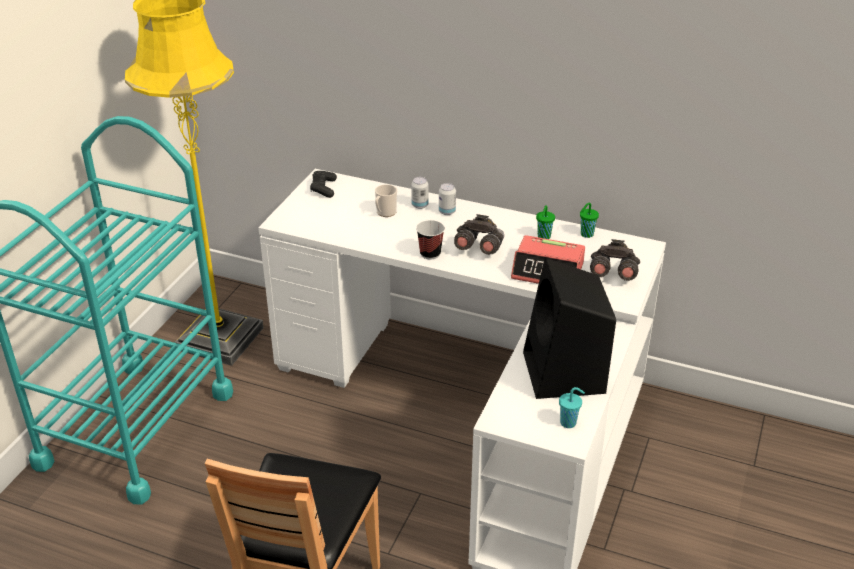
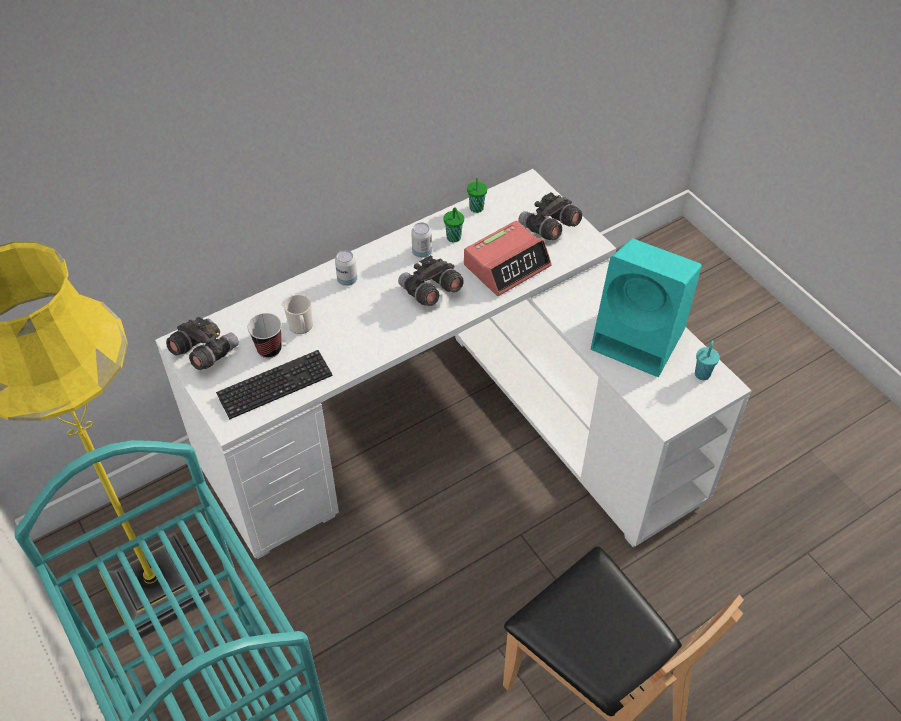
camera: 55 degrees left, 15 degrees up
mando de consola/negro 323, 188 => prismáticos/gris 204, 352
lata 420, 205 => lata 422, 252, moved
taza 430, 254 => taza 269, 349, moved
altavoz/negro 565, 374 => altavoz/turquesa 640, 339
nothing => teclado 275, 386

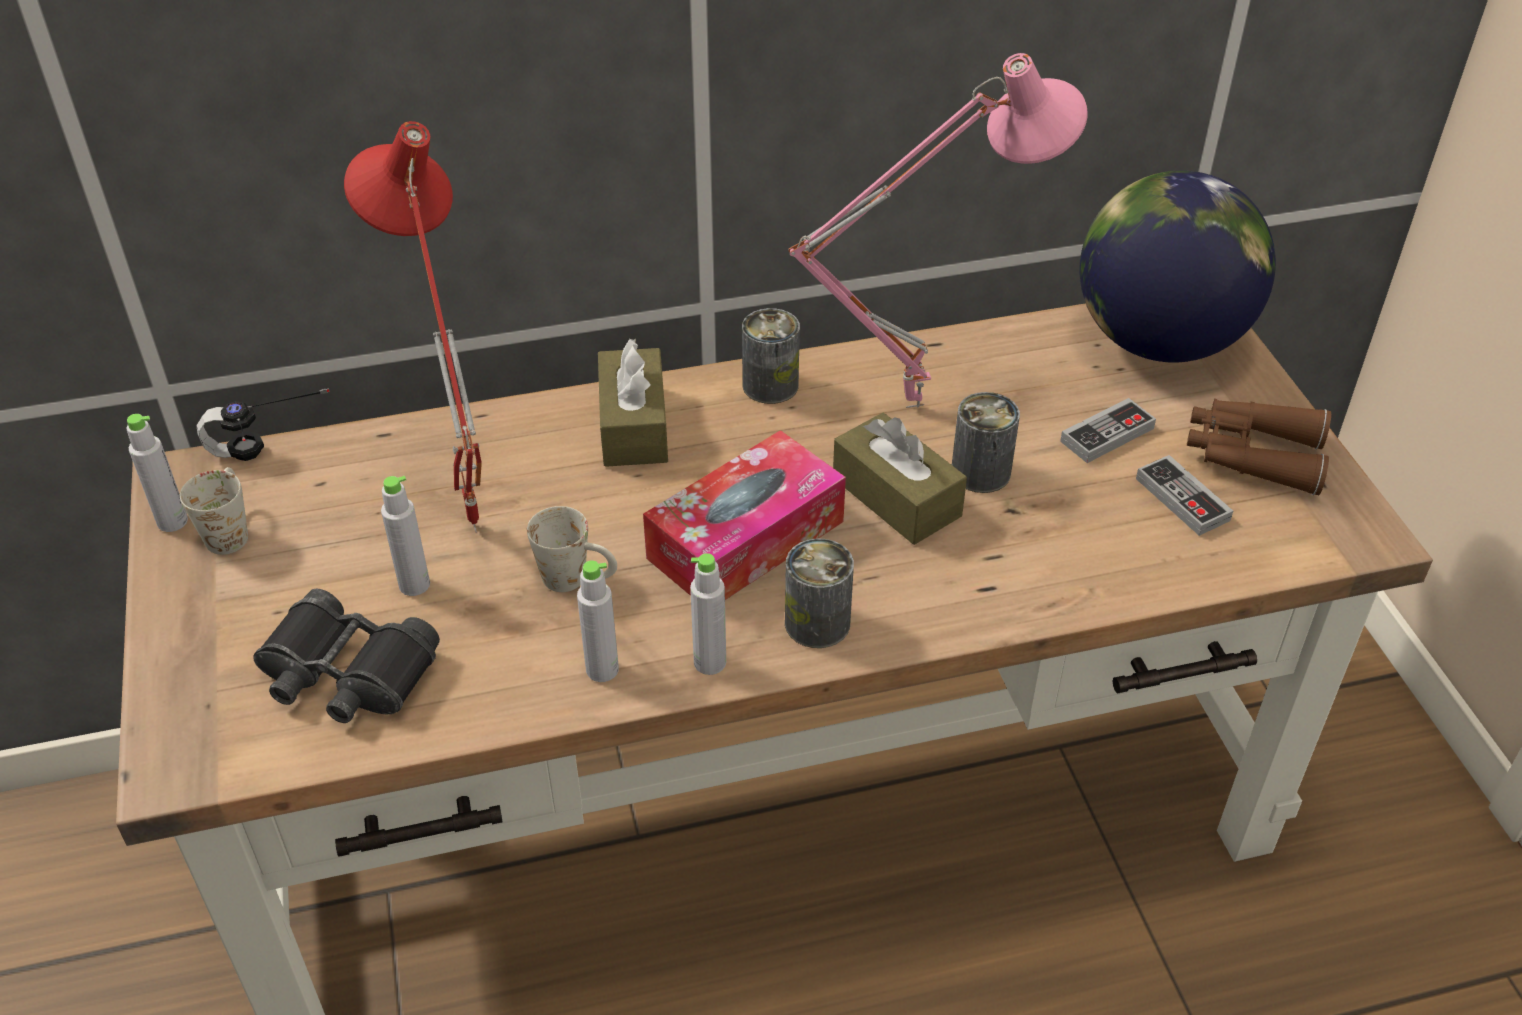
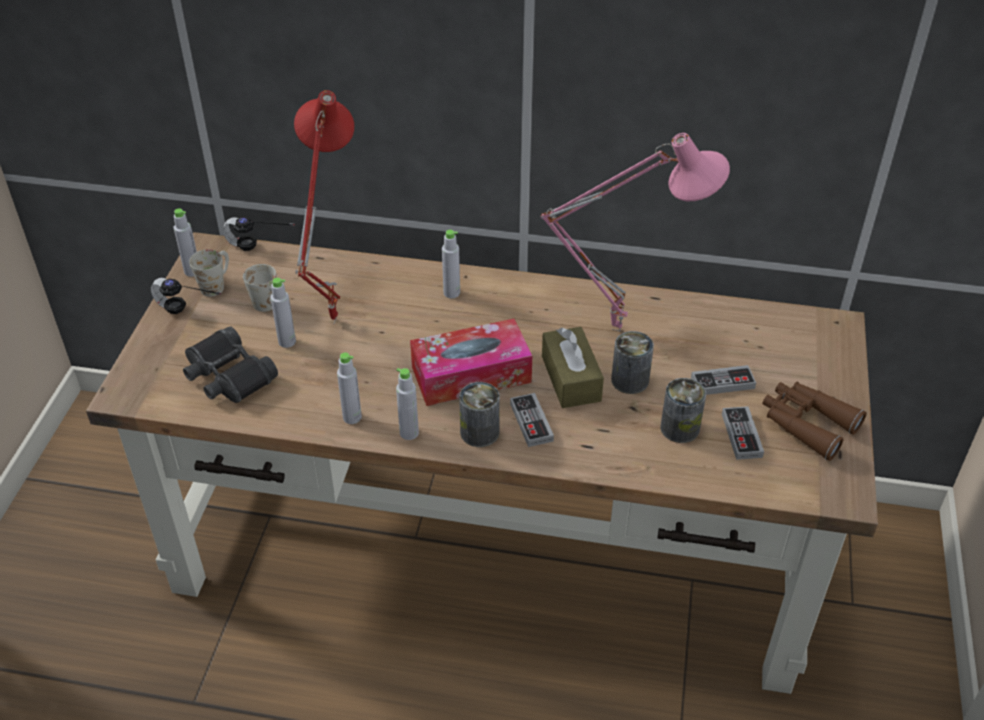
camera: 25 degrees right, 0 degrees up
taza grande/blanco 578, 579 => taza grande/blanco 270, 307, moved
caja de pañuelos/marrón 634, 426 => botella/gris 451, 293
lata 770, 385 => lata 679, 428, moved
globo terráqueo 1158, 341 => nothing
nothing => auriculares 182, 318
nothing => mando de consola 531, 422

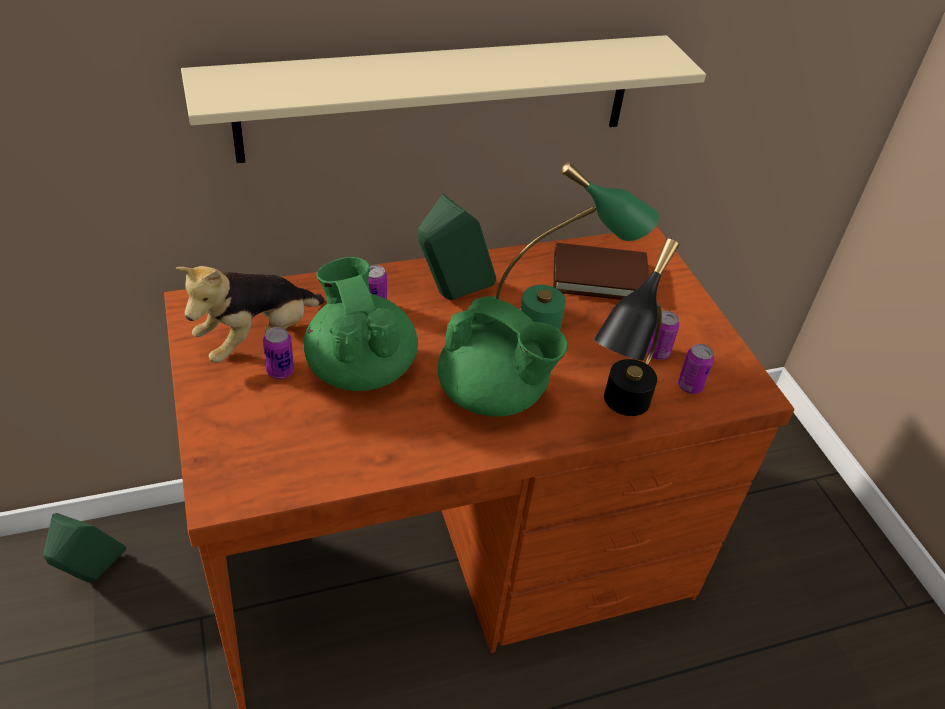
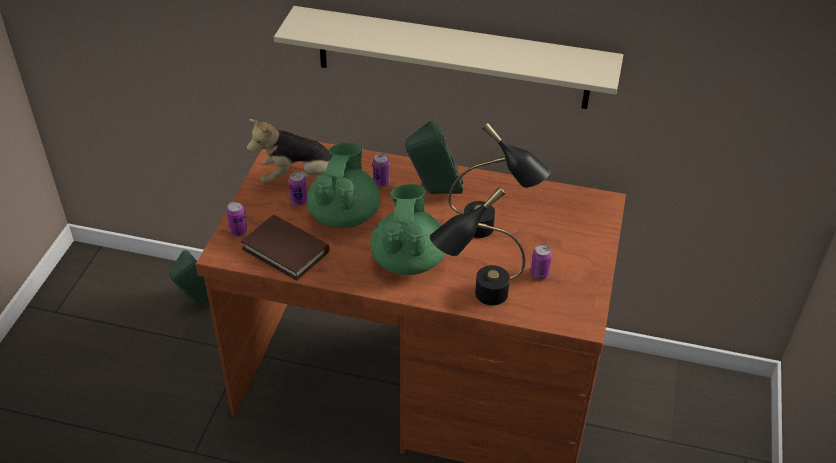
camera: 35 degrees right, 0 degrees up
tetera/verde 493, 396 => tetera/verde 408, 259, 150 degrees counterclockwise
lámpara de mesa/verde 561, 321 => lámpara de mesa/negro 492, 232
libro/marrón 599, 277 => libro/marrón 286, 250, moved
lata 689, 386 => lata 238, 231, moved

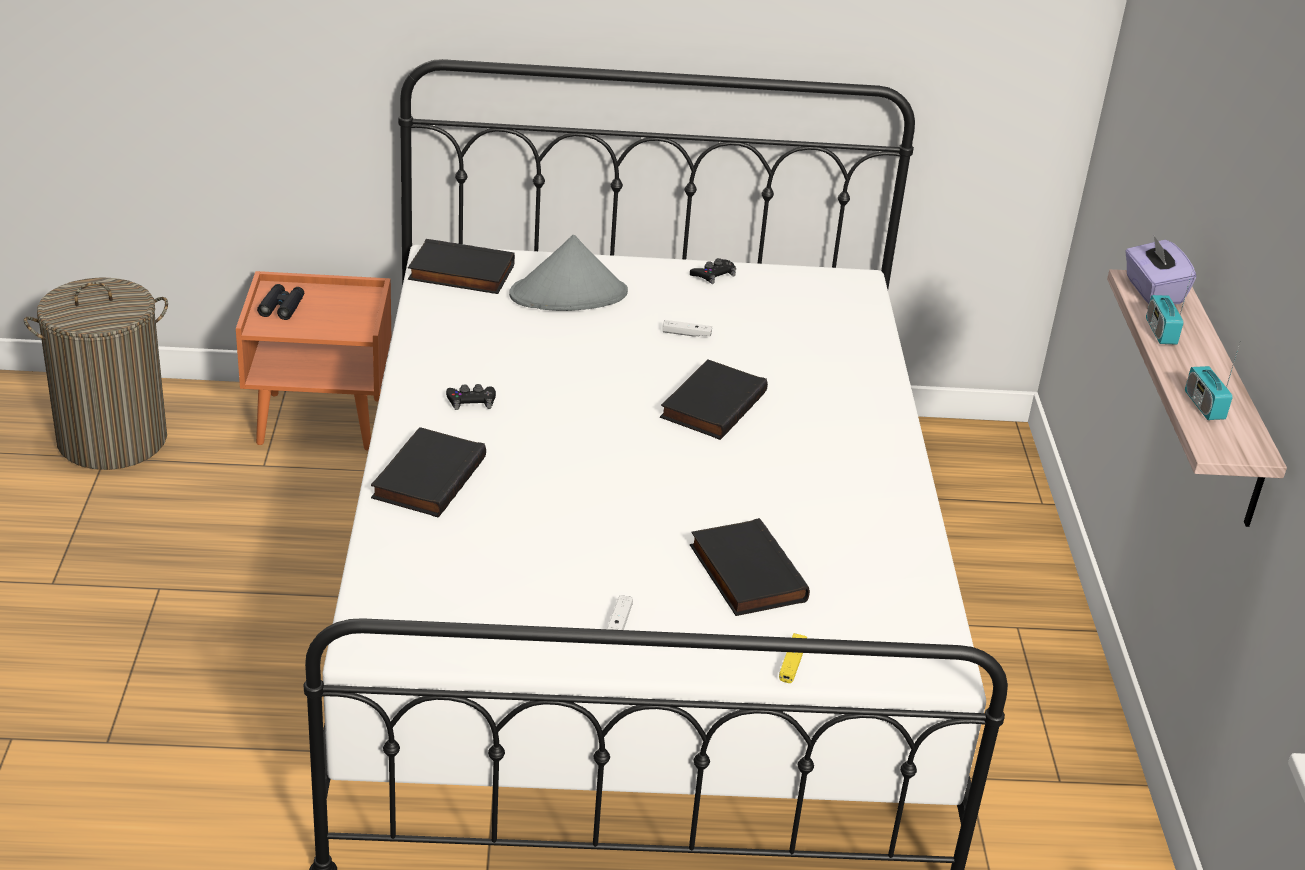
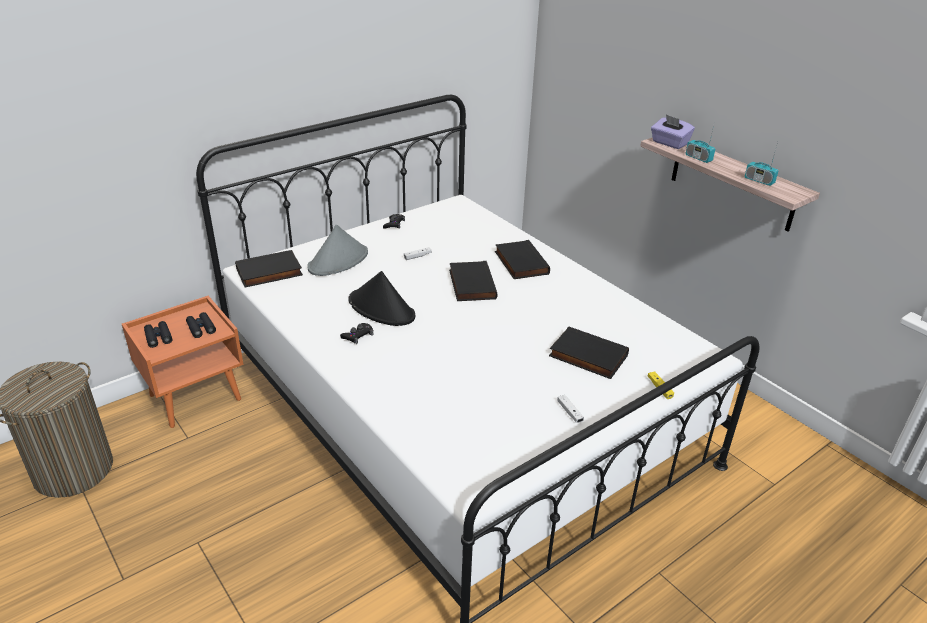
camera: 35 degrees left, 0 degrees up
libro/negro 427, 477 => libro/negro 520, 263, moved
nothing => prismáticos/negro 201, 328
nothing => sombrero/negro 382, 308

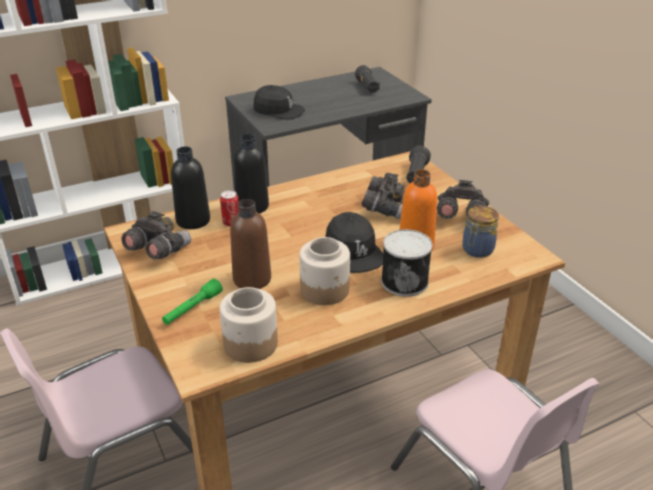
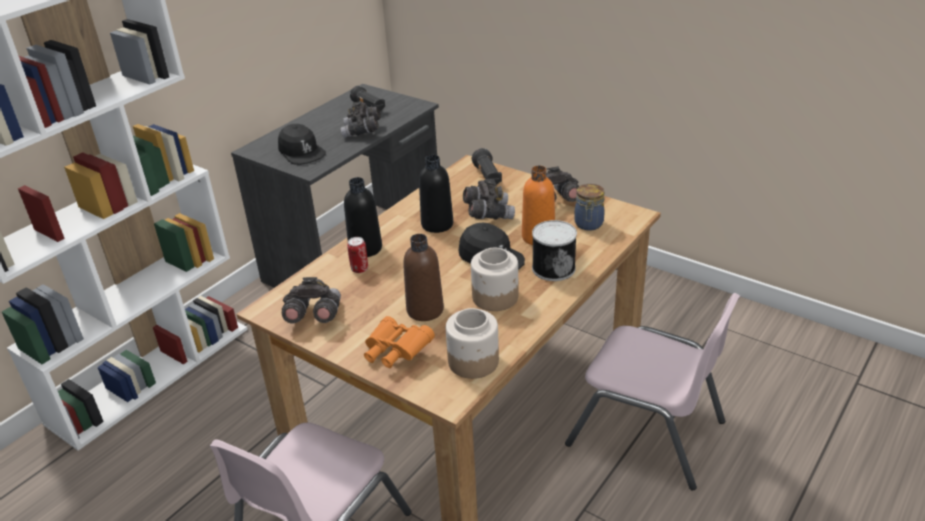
camera: 25 degrees left, 0 degrees up
linterna/verde 192, 308 => prismáticos/naranja 395, 352
botella/negro 193, 220 => botella/negro 437, 224, moved
gorra/negro 278, 110 => gorra/negro 301, 152, 60 degrees clockwise
nothing => prismáticos/gris 362, 132

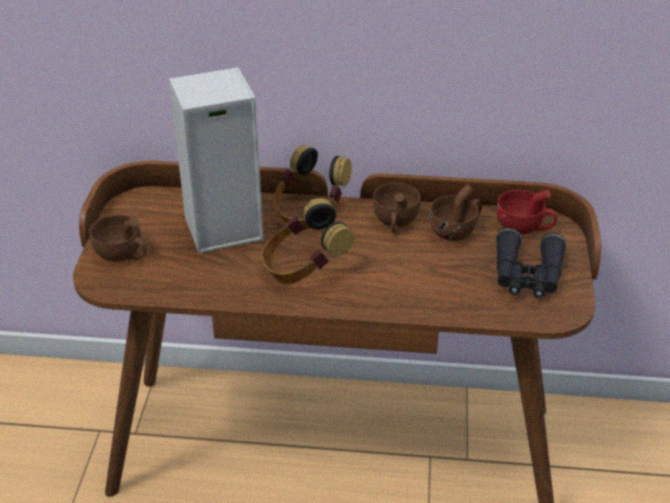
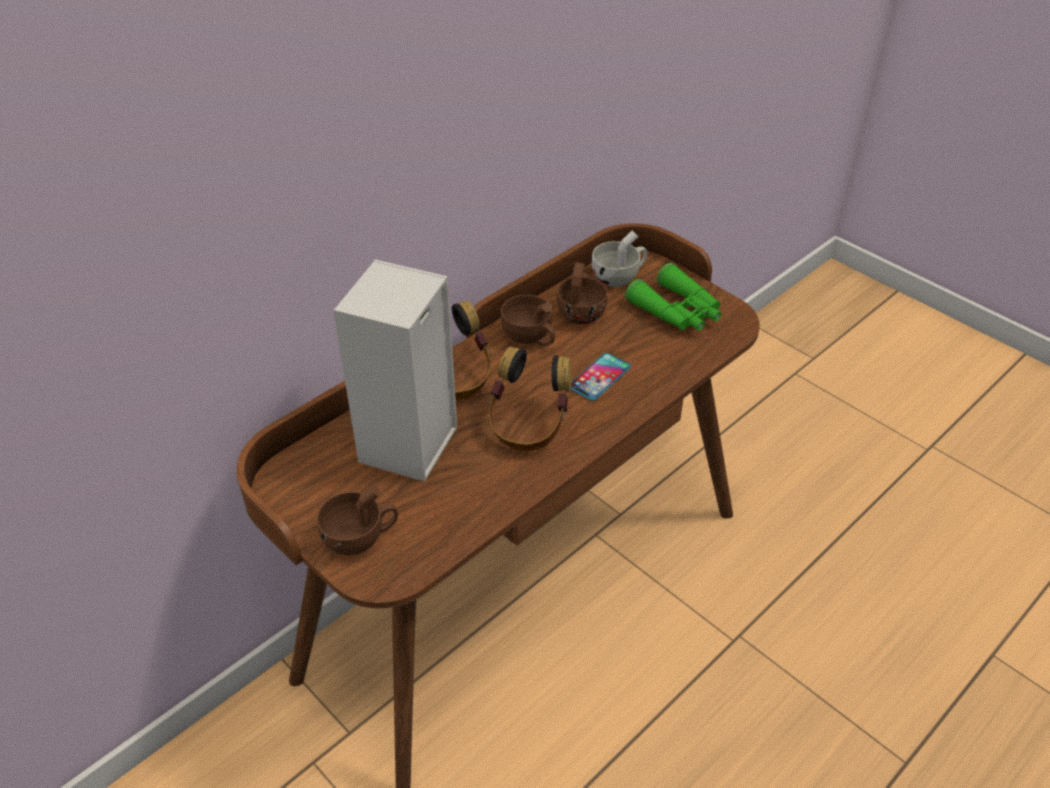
camera: 50 degrees left, 5 degrees up
taza/rojo 524, 228 => taza/blanco 619, 277
prismáticos/negro 527, 276 => prismáticos/verde 677, 311
nothing => móvil 599, 377

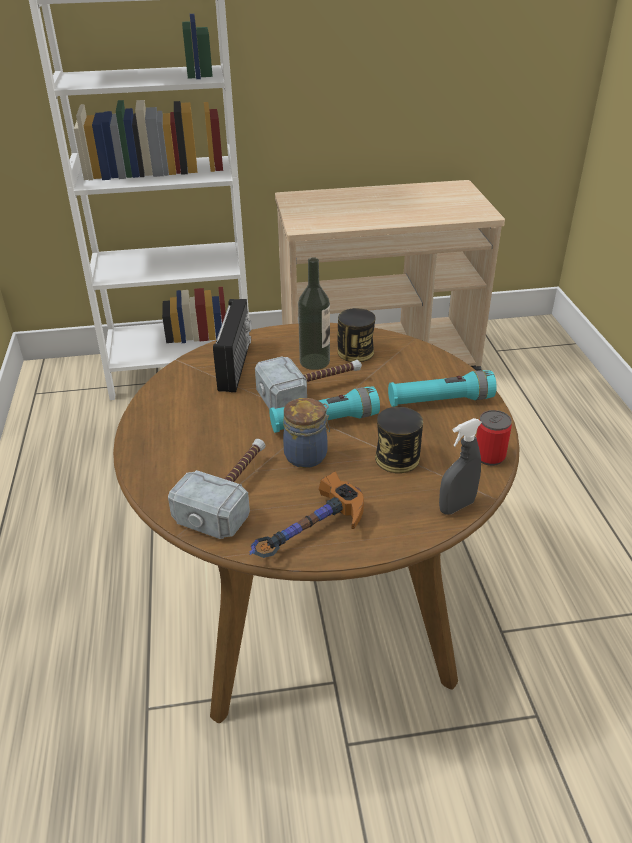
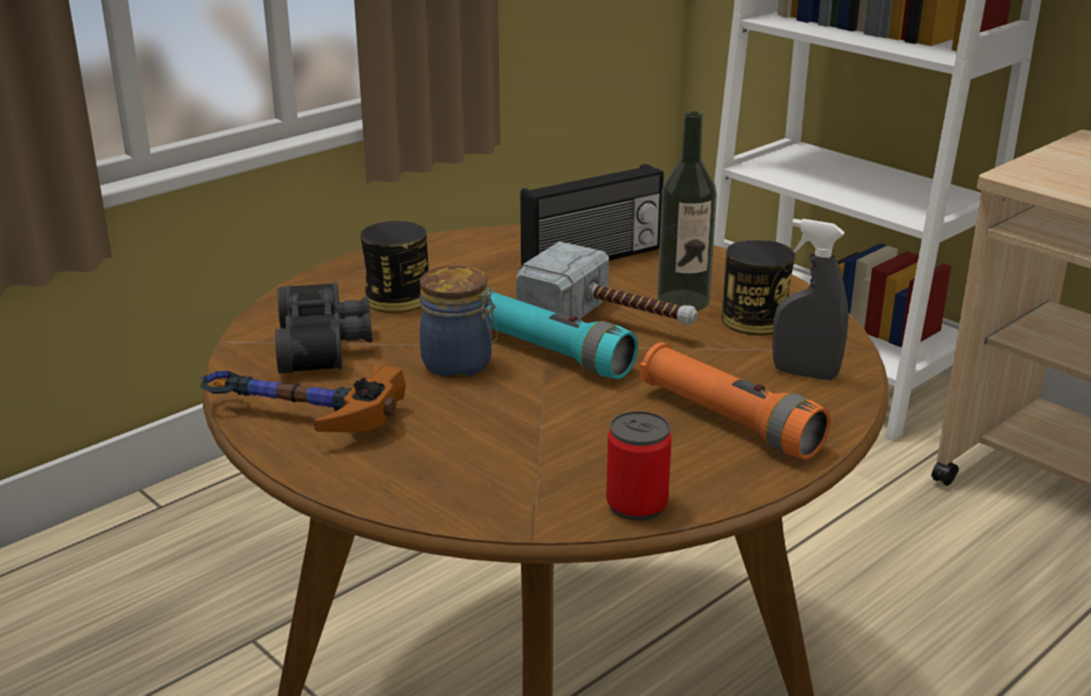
camera: 55 degrees right, 10 degrees down
martillo 231, 494 => prismáticos/negro 326, 345
lata 397, 458 => lata 397, 299, moved
linterna/turquesa 440, 401 => linterna/naranja 729, 421
pulverizador/gris 456, 506 => pulverizador/gris 805, 373, moved

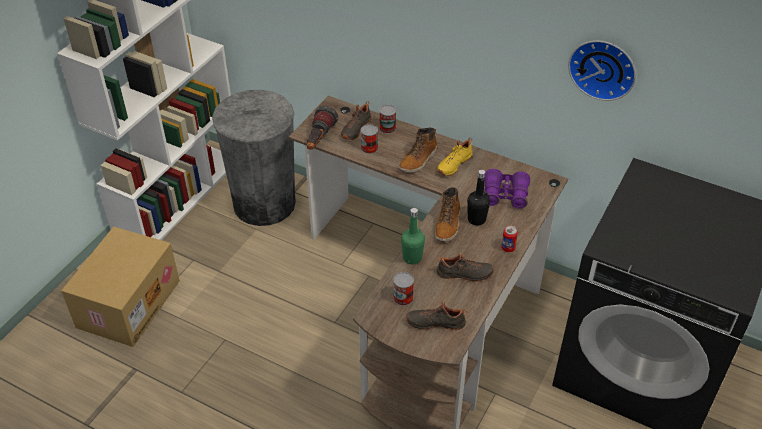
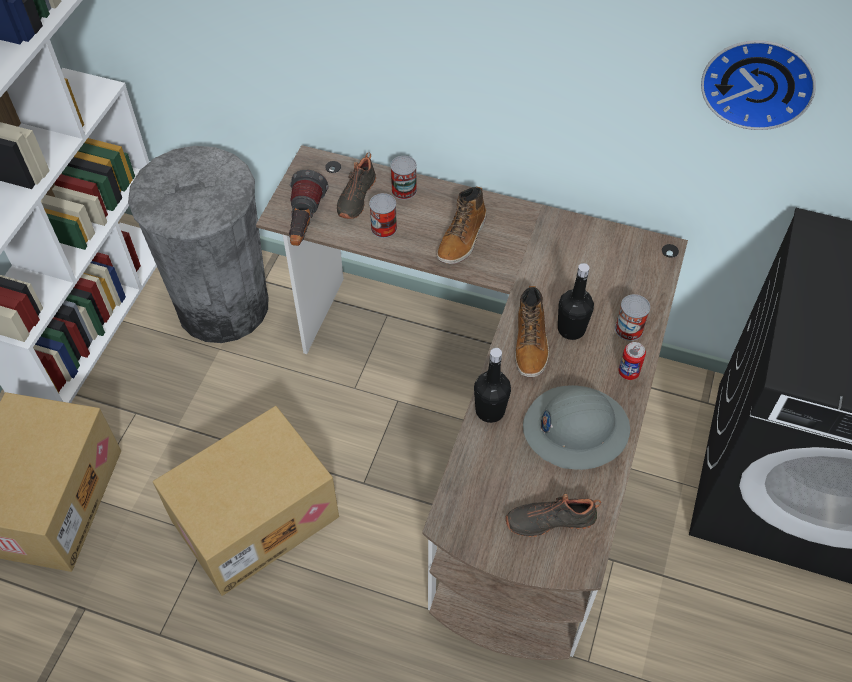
camera: 10 degrees left, 10 degrees up
lata 403, 298 => lata 629, 329, moved
botella/verde 412, 258 => botella/negro 490, 410
zapato/amarillo 453, 164 => nothing
zapato/negro 465, 274 => casco/gris 575, 428
prismáticos/morado 505, 195 => nothing
nothing => caja de cartón 255, 516

